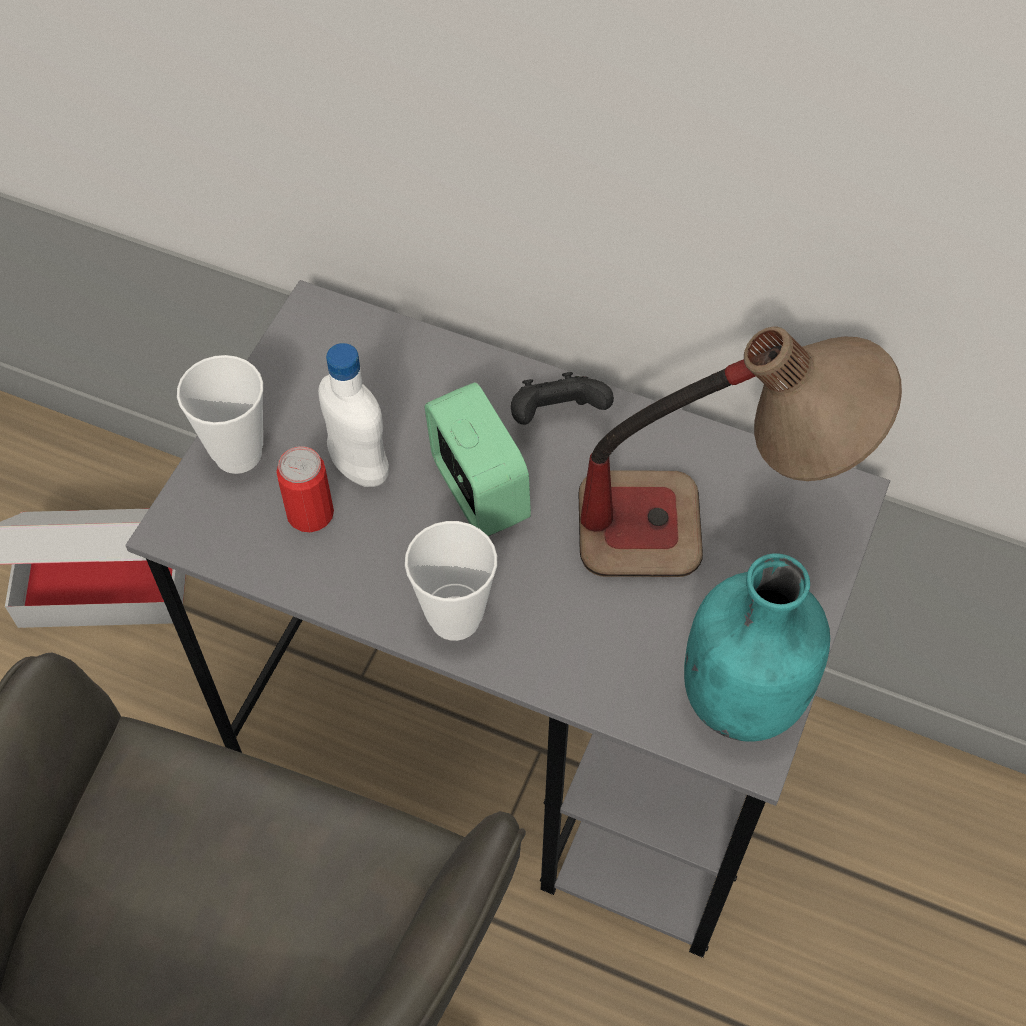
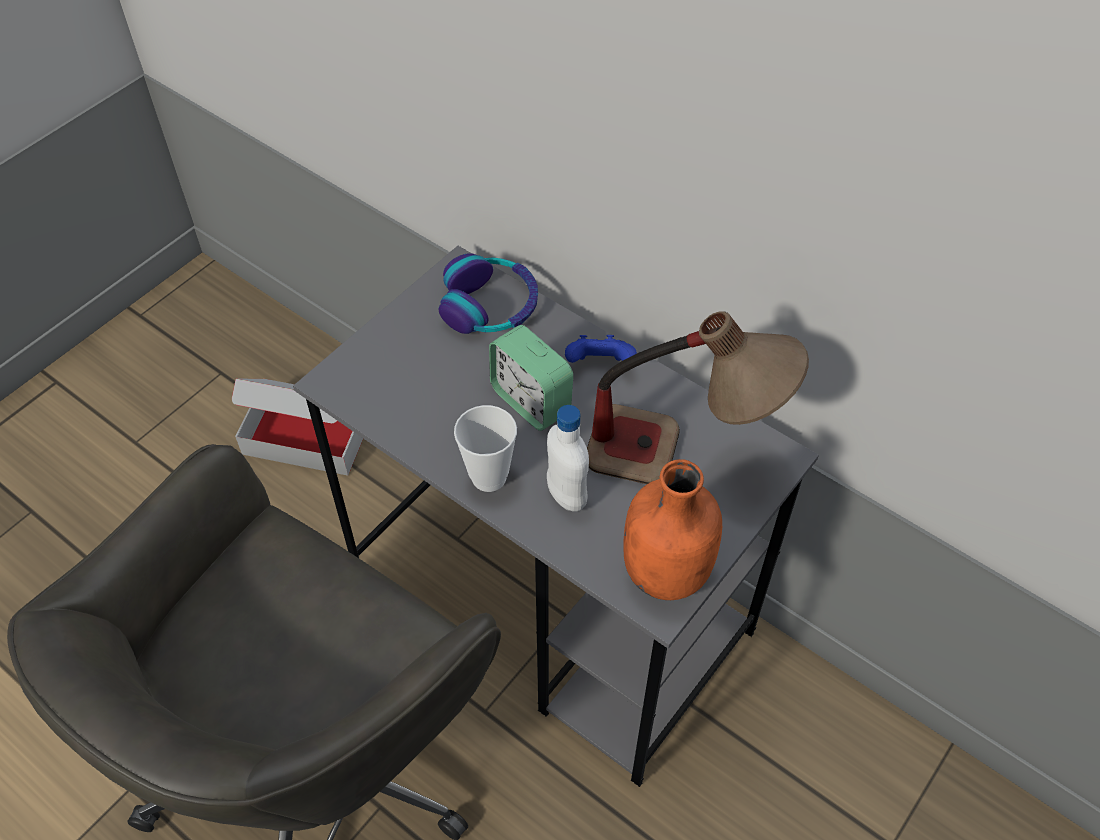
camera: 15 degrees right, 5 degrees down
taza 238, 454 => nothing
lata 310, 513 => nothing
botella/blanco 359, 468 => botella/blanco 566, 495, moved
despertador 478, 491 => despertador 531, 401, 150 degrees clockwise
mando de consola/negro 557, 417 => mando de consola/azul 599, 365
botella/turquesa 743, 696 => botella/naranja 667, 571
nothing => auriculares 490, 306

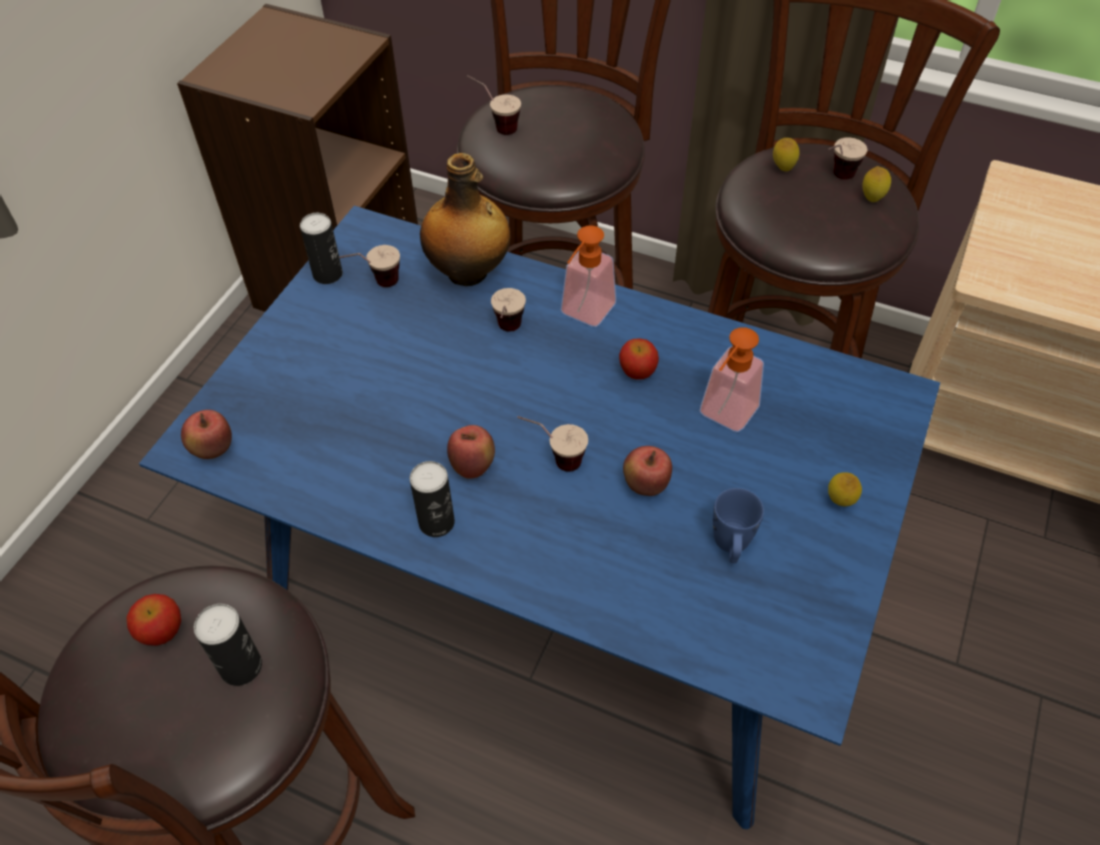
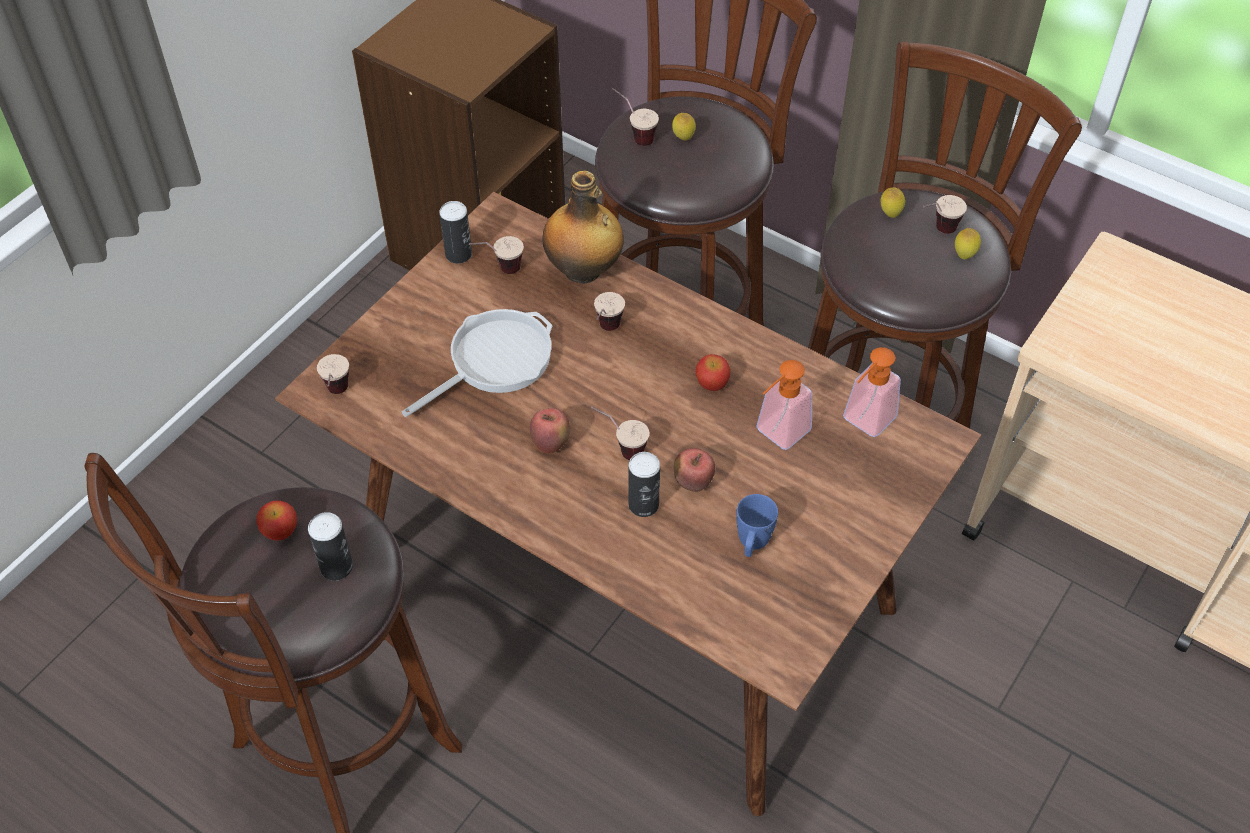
camera: 10 degrees right, 0 degrees up
mesa de comedor/azul 549, 600 => mesa de comedor/marrón 621, 587
manzana 213, 450 => taza 337, 396
lata 436, 522 => lata 643, 505, moved
dispensador de jabón 583, 315 => dispensador de jabón 864, 423, moved
limón 839, 502 => limón 683, 139, moved
nothing => sartén 494, 361

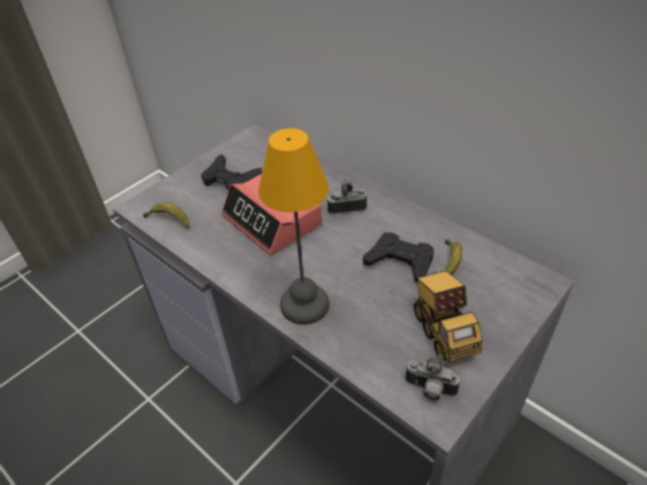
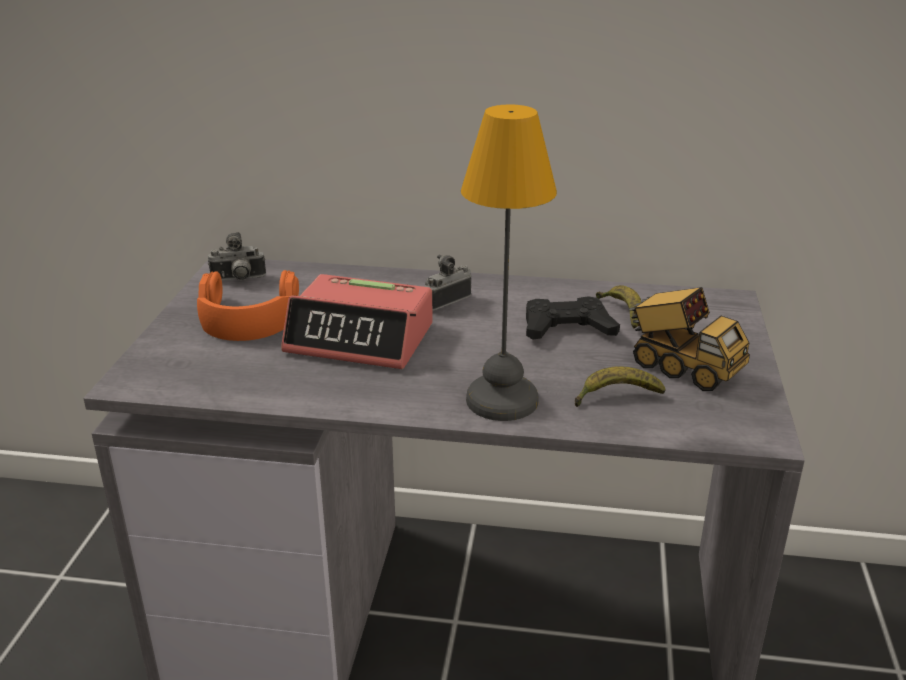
camera: 35 degrees left, 15 degrees down
plátano 169, 219 => plátano 616, 396, moved
mando de consola/negro 230, 180 => auriculares/naranja 248, 317
cámara 429, 390 => cámara 238, 280, moved

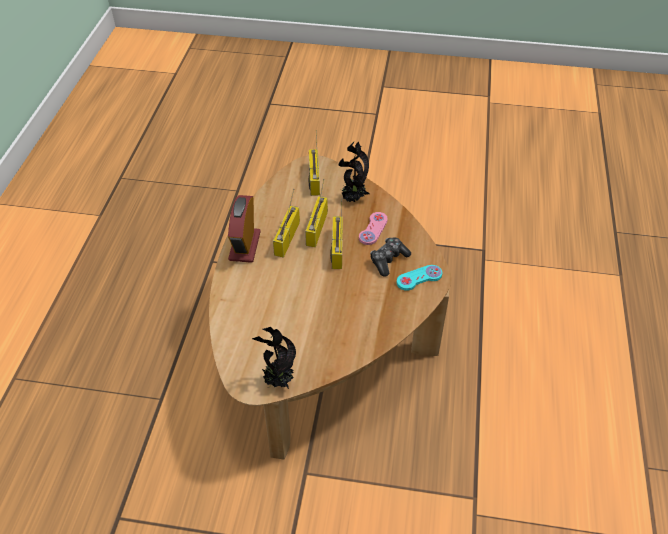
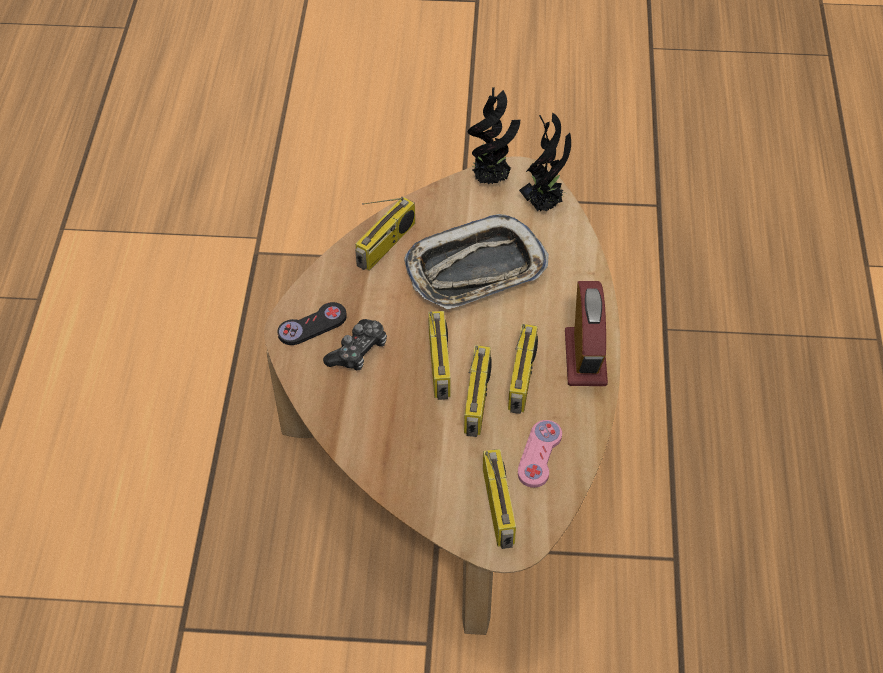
camera: 175 degrees right, 5 degrees up
planta en maceta 353, 199 => planta en maceta 544, 204, moved
mando de consola/rosa 373, 229 => mando de consola/rosa 539, 454, moved
mando de consola/turquesa 419, 278 => mando de consola/negro 312, 325
nothing => radio 386, 245
nothing => bandeja 475, 270

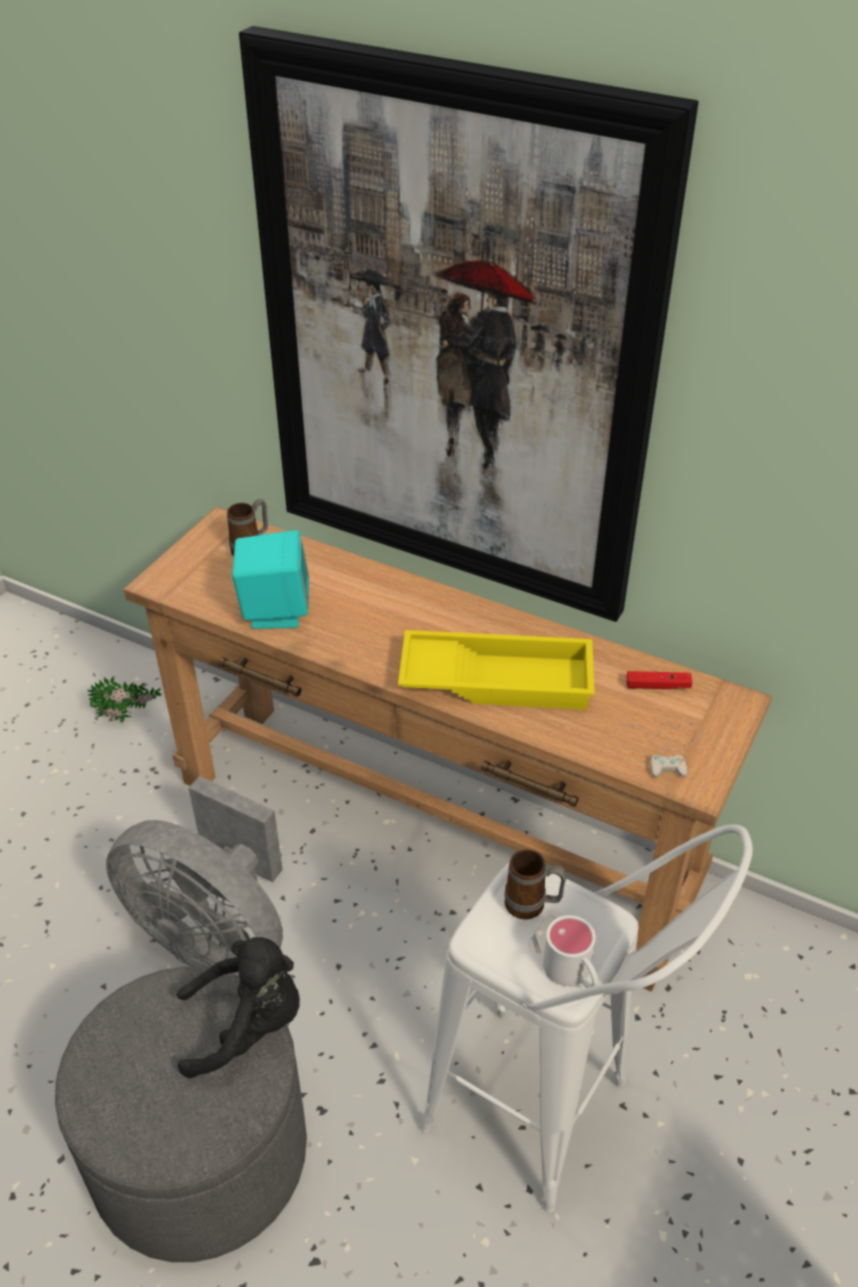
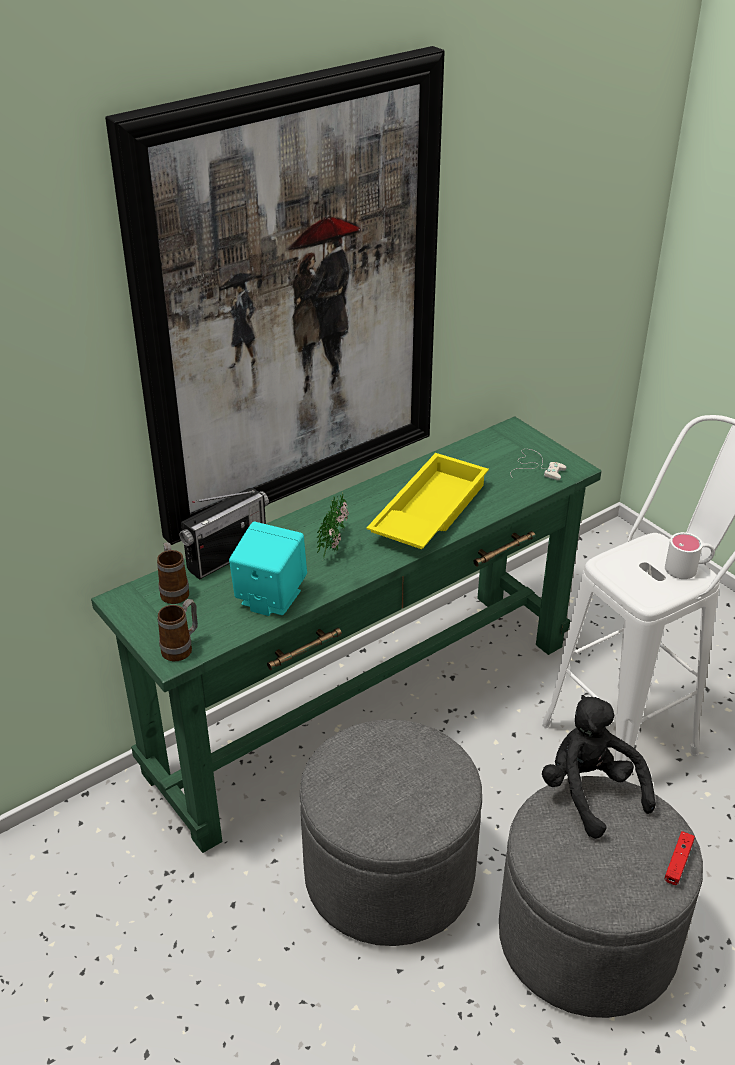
camera: 65 degrees left, 5 degrees down
planta en maceta 129, 718 => planta en maceta 333, 545, moved
ventilador/gris 215, 936 => puf/gris 389, 874
mesa consola/marrón 431, 832 => mesa consola/verde 364, 706
peluche/negro 248, 1025 => peluche/negro 590, 792, 45 degrees counterclockwise
taza grande 532, 906 => taza grande 182, 648, moved
mando de consola/rojo 658, 686 => mando de consola/rojo 678, 862, moved
nothing => radio 227, 556

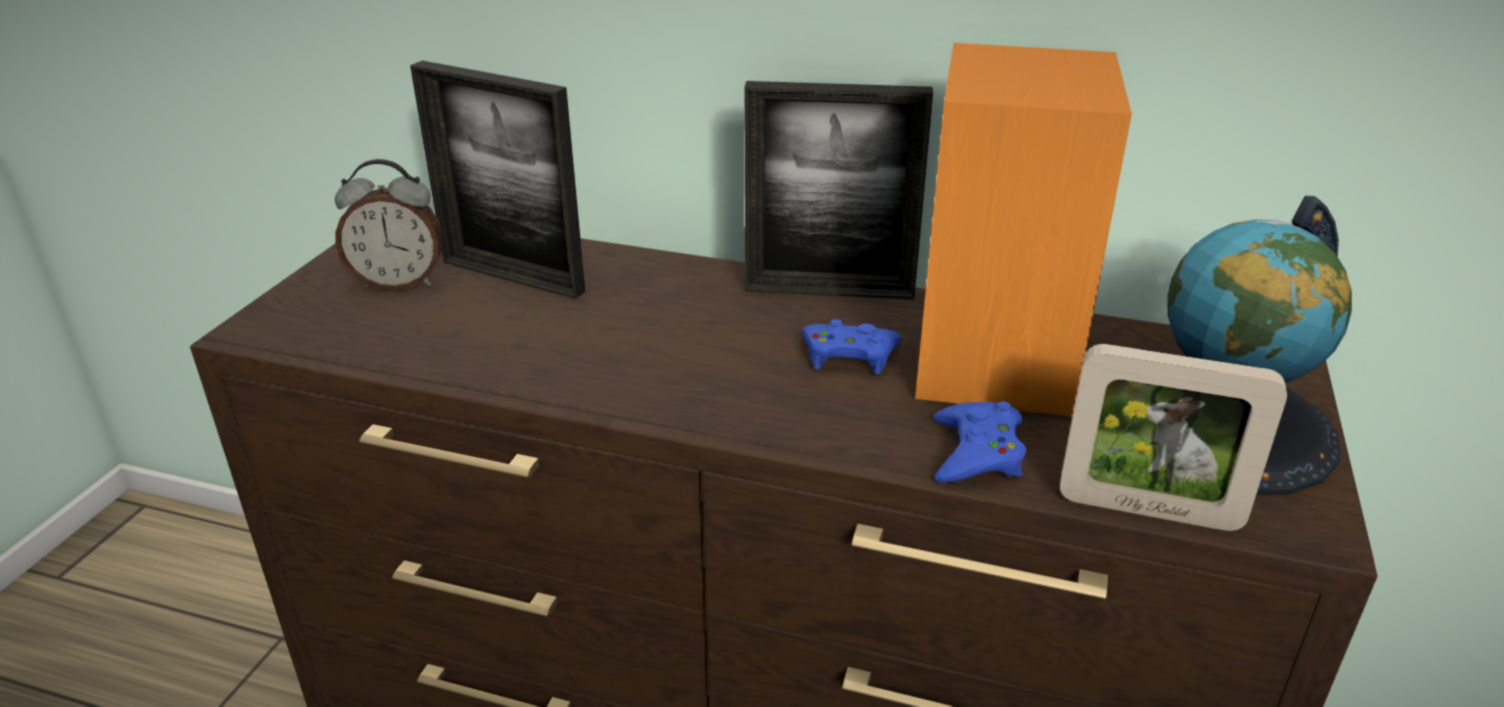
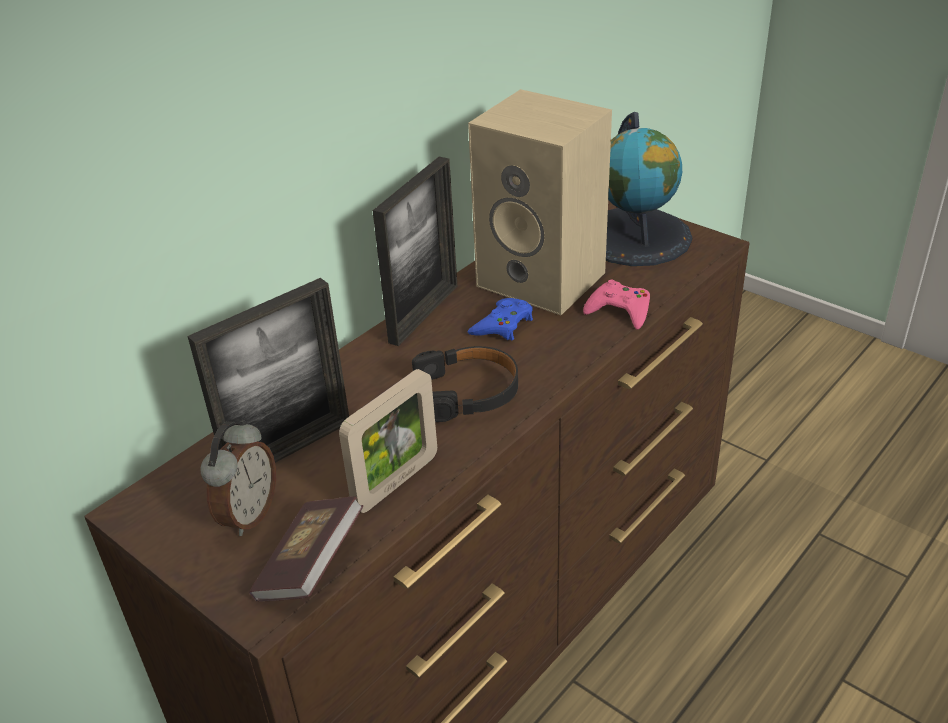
camera: 65 degrees left, 5 degrees up
altavoz/naranja 998, 364 => altavoz/beis 544, 279
mando de consola/azul 976, 453 => mando de consola/rosa 620, 310
portarretratos 1148, 510 => portarretratos 396, 482, moved
nothing => libro 310, 566
nothing => auriculares/negro 468, 392

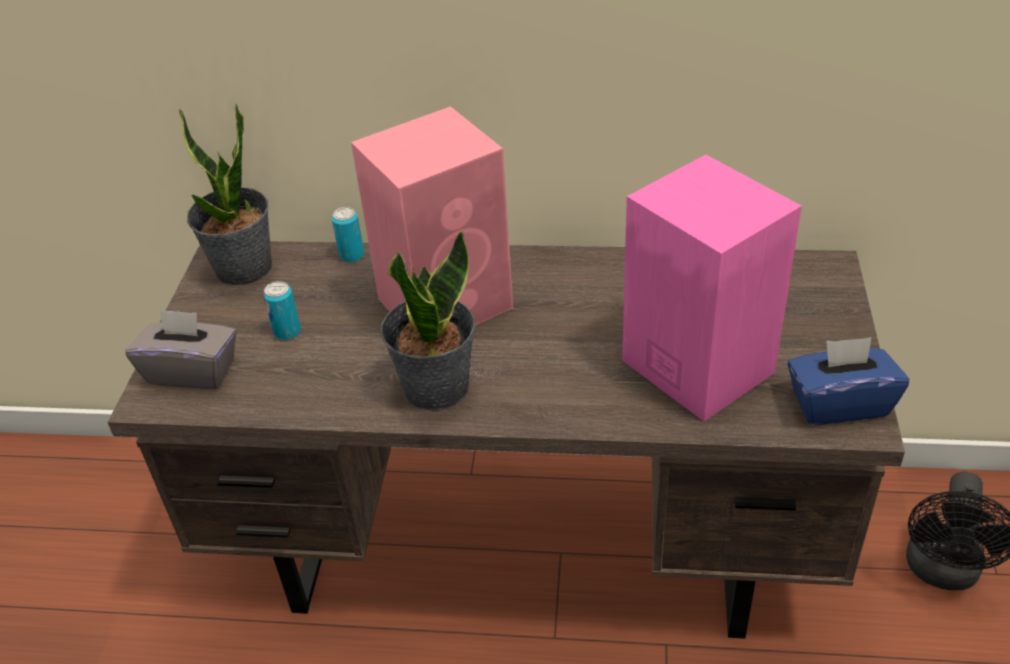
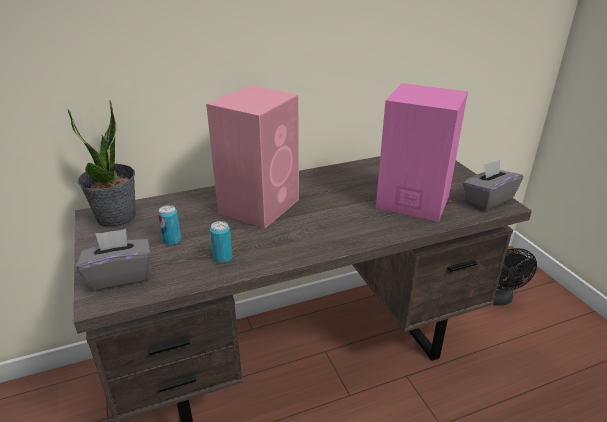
camera: 30 degrees left, 10 degrees down
lata 352, 255 => lata 223, 258, moved
planta en maceta 435, 386 => nothing
caja de pañuelos/azul 839, 403 => caja de pañuelos/gris 487, 200

